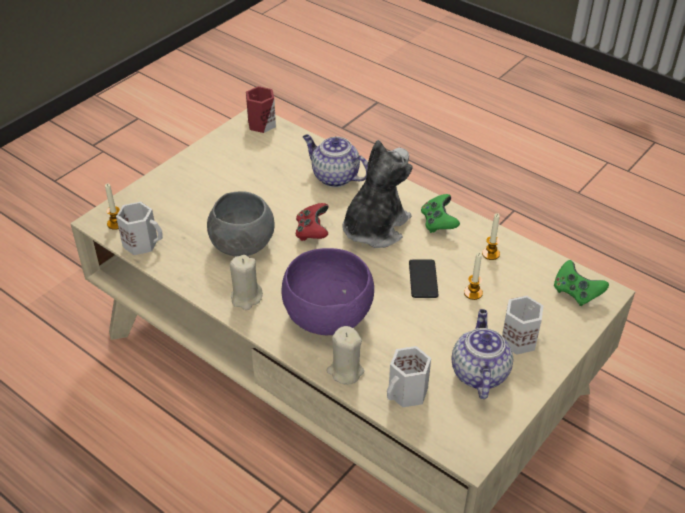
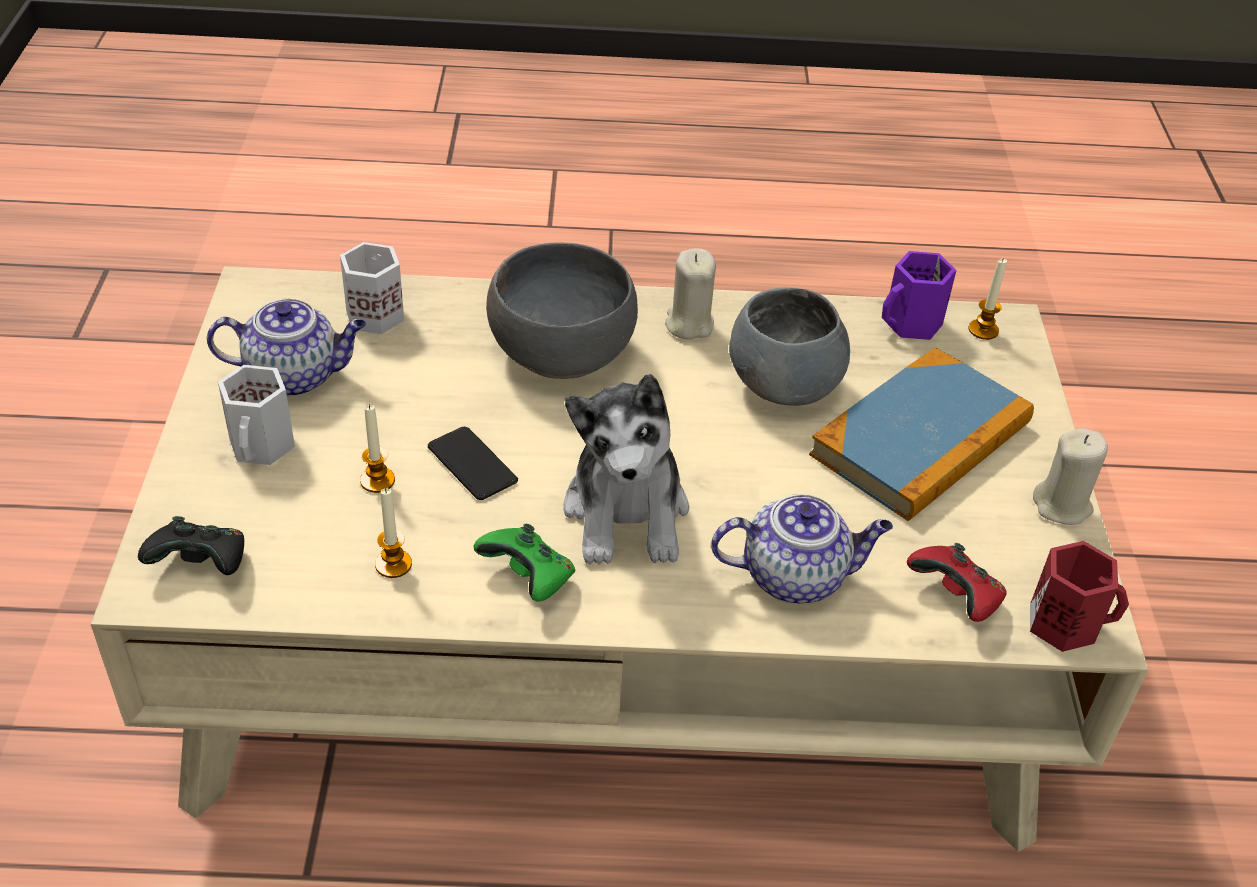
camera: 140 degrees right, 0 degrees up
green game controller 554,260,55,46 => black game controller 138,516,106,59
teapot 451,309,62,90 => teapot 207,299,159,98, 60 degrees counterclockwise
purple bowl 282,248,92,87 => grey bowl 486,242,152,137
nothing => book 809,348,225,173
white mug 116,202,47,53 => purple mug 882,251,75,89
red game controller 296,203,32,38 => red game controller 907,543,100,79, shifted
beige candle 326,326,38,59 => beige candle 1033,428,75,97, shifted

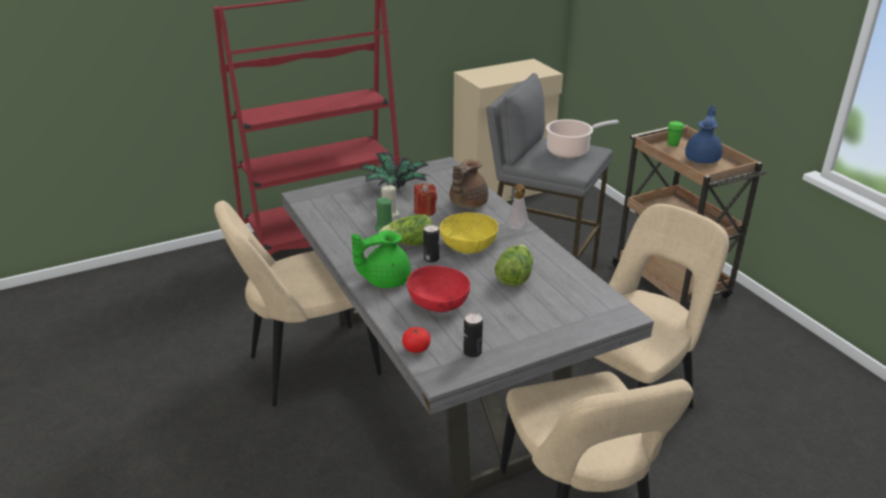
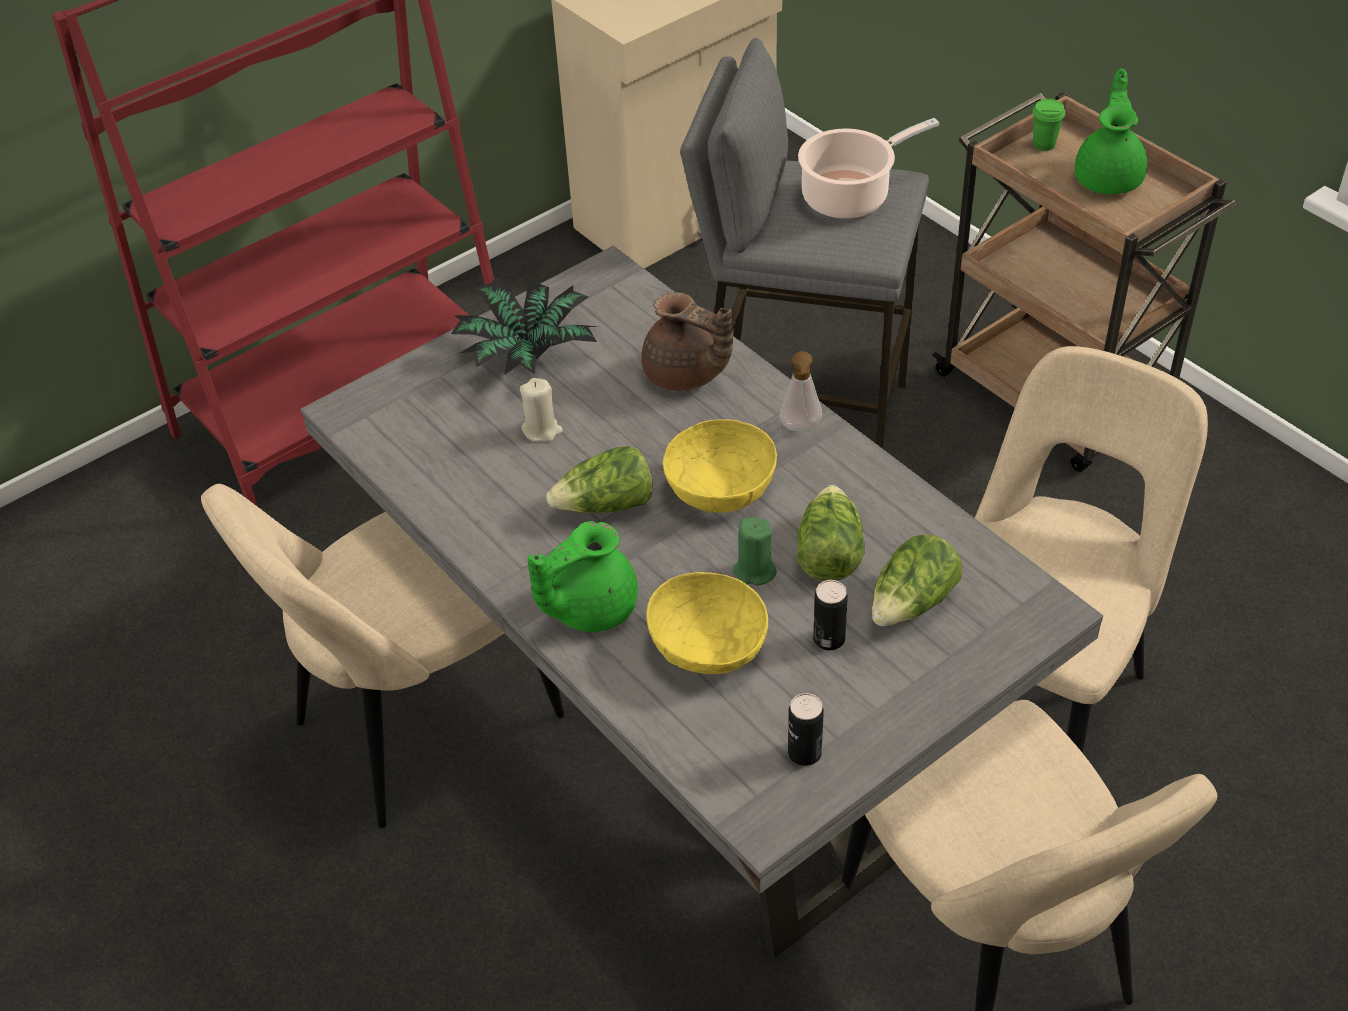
camera: 10 degrees left, 15 degrees up
brown teapot 450,159,38,49 => brown teapot 641,292,92,99, 75 degrees counterclockwise
red bowl 407,266,63,46 => yellow bowl 646,572,122,102
green candle 375,197,17,34 => green candle 733,517,44,68, shifted
can 423,225,16,38 => can 813,580,35,70, shifted
nothing => lettuce 872,534,90,92
blue teapot 685,105,38,58 => green teapot 1075,68,72,126
tomato 402,327,29,26 => nothing
red candle 414,183,23,33 => nothing

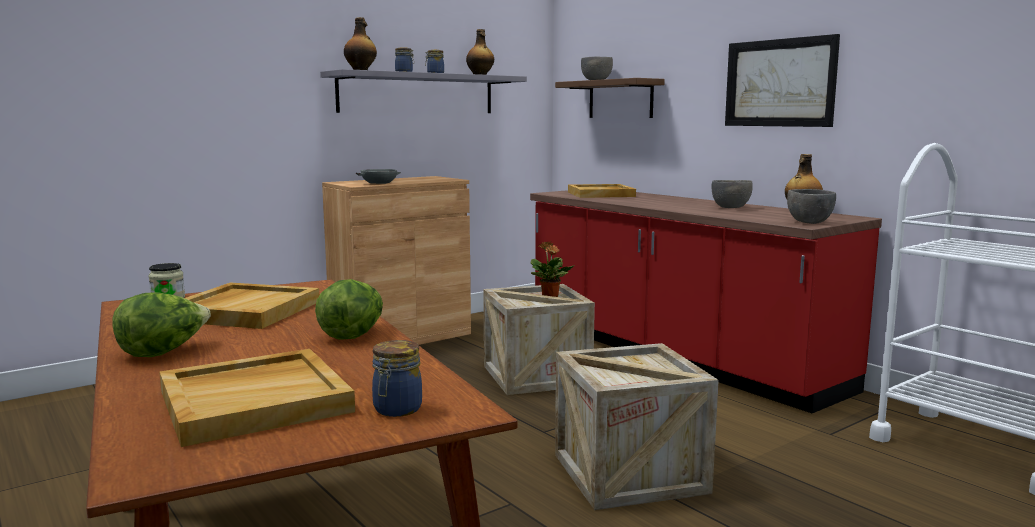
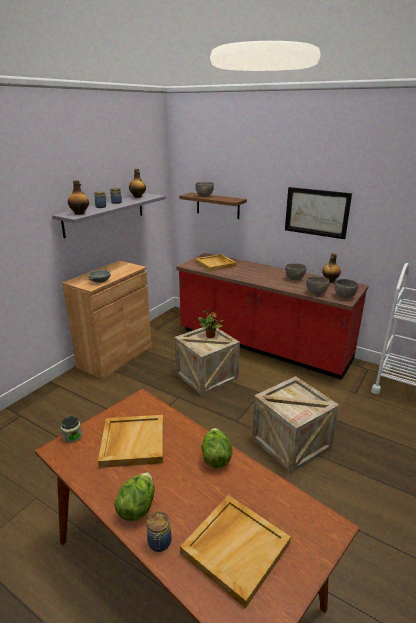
camera: 20 degrees left, 15 degrees up
jar 372,340,50,77 => jar 147,511,24,41, shifted
nothing => grey bowl 307,276,22,19

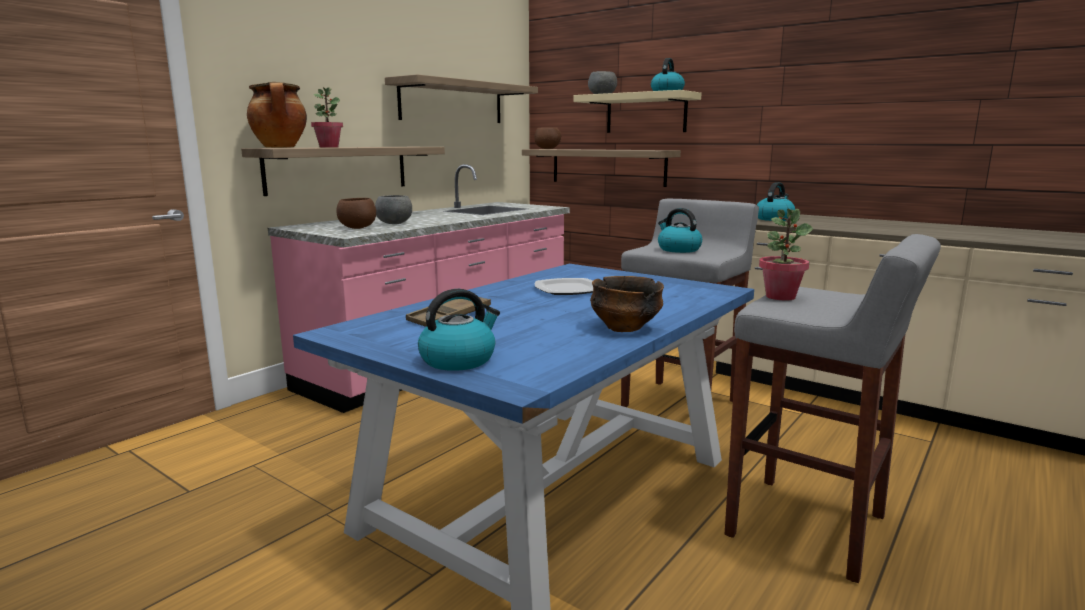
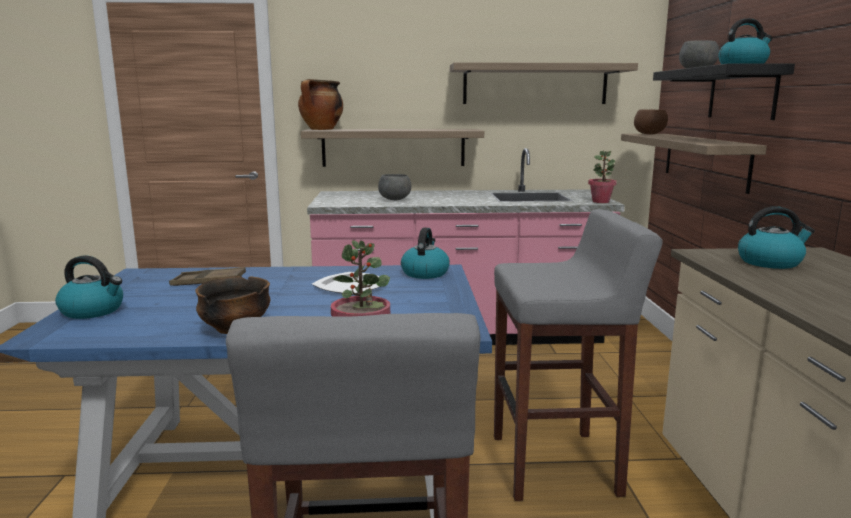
camera: 50 degrees right, 0 degrees up
kettle 658,208,44,45 => kettle 401,228,49,51, shifted
potted plant 311,87,32,60 => potted plant 588,151,29,52, shifted
beige shelf 573,90,128,43 => black shelf 653,63,142,57
brown bowl 336,198,40,31 => nothing

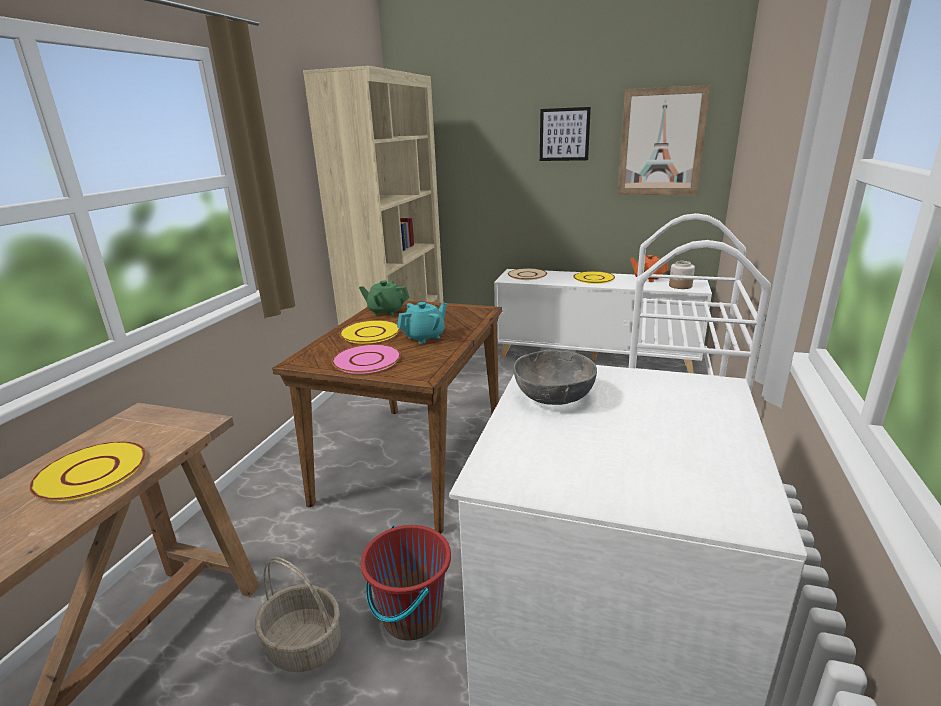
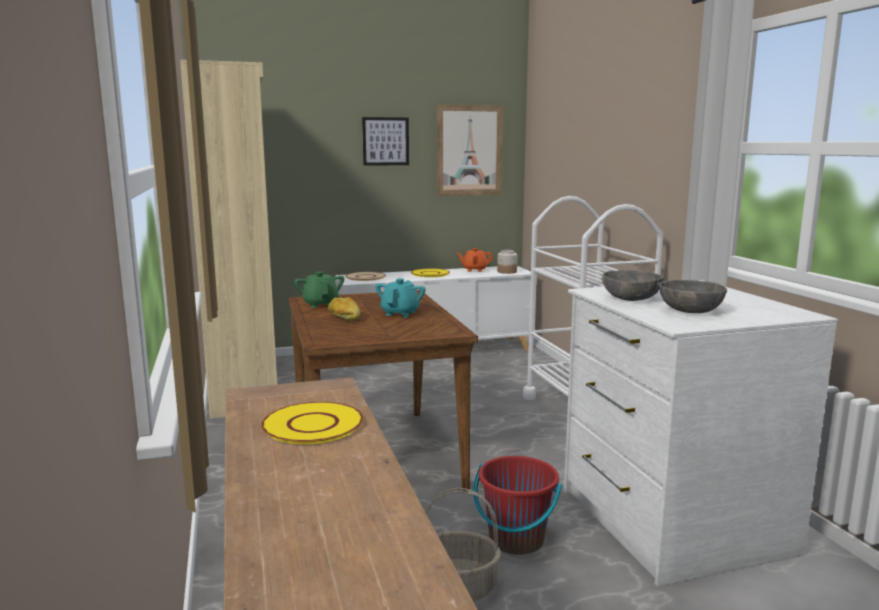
camera: 35 degrees left, 10 degrees down
green teapot 359,280,51,36 => green teapot 294,271,50,37, 90 degrees clockwise
yellow plate 340,320,60,24 => bread 328,297,32,24
nothing => grey bowl 659,280,68,33
pink plate 332,344,69,30 => nothing

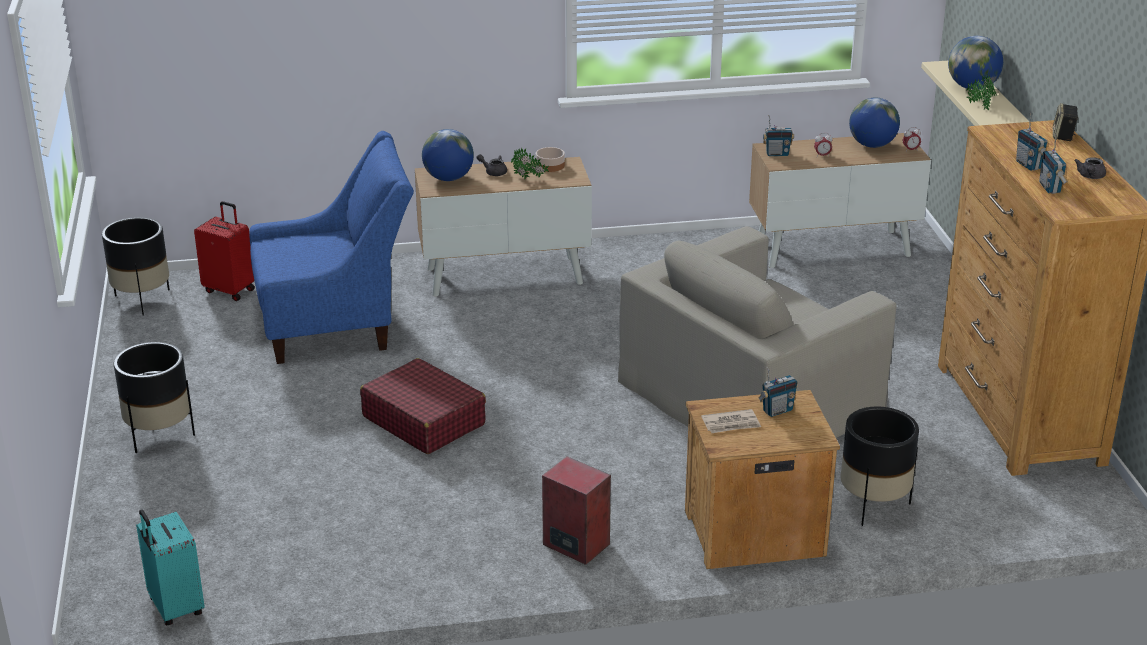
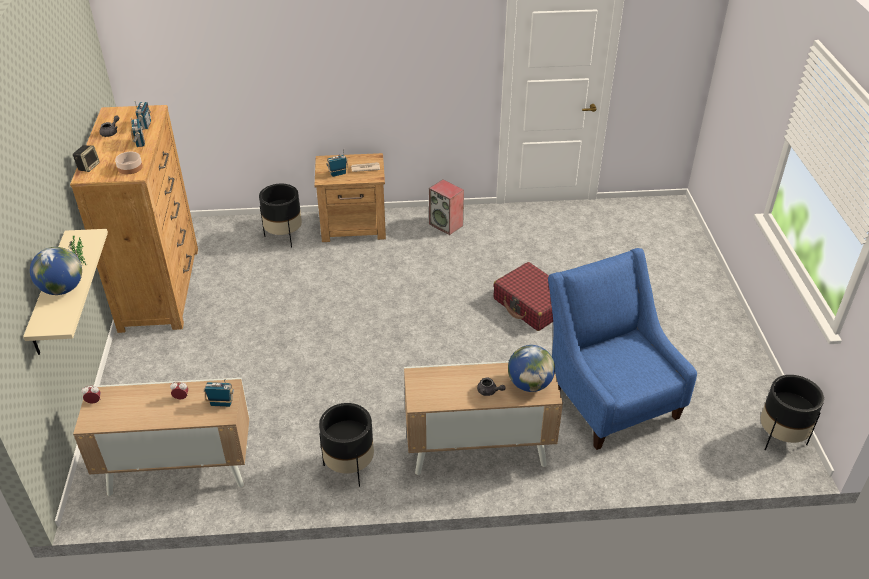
camera: 175 degrees left, 10 degrees up
bowl 536,147,29,25 => bowl 115,152,28,22, shifted
black planter 114,342,81,111 => black planter 319,403,55,84, shifted
blue armchair 250,131,164,233 => blue armchair 548,248,149,202, 75 degrees clockwise
turquoise suitcase 136,509,69,116 => nothing
red suitcase 194,201,61,100 => nothing
potted plant 511,148,38,32 => nothing
beige armchair 618,226,279,212 => nothing
globe 849,97,51,51 => nothing

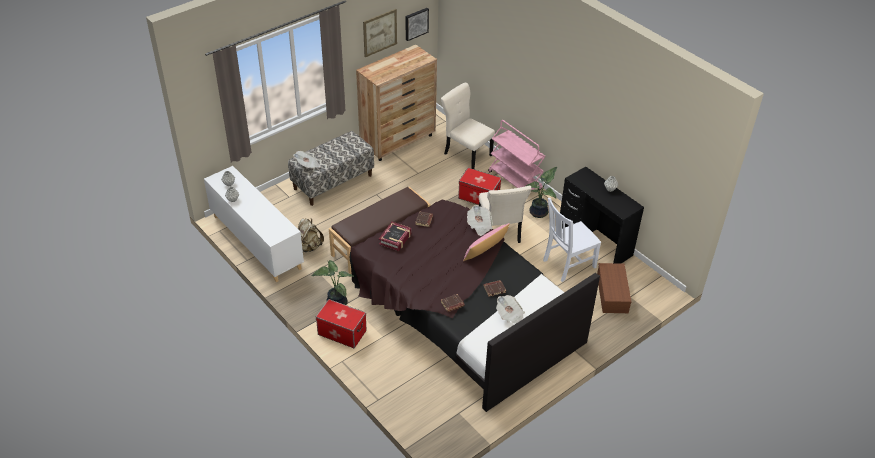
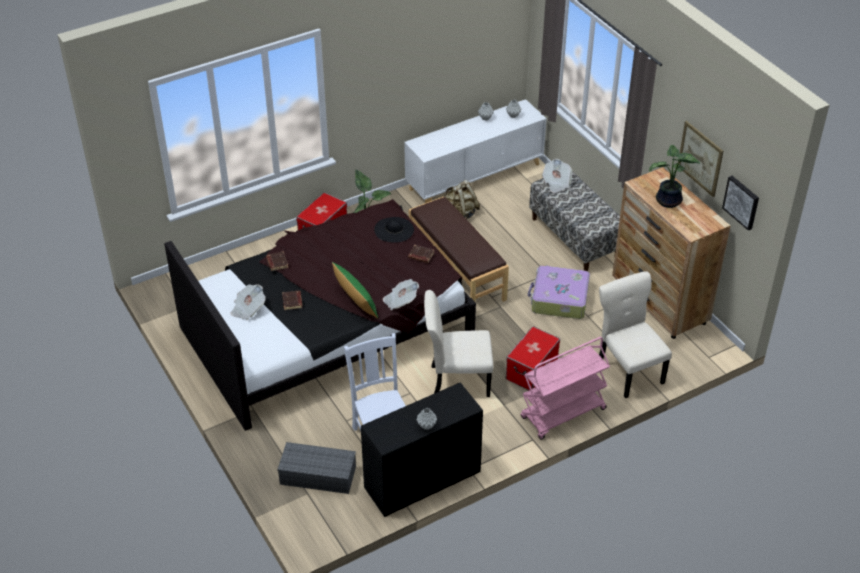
camera: 100 degrees right, 0 degrees up
brown storage box 597,263,35,50 => grey storage box 277,442,79,52
pink pillow 463,223,47,38 => green pillow 332,262,46,56
book 379,222,33,29 => black hat 374,217,40,26
nothing => suitcase 528,265,62,54
beige chair 441,83,54,86 => beige chair 599,271,73,127, 75 degrees counterclockwise
potted plant 526,167,31,51 => potted plant 649,145,51,63, shifted

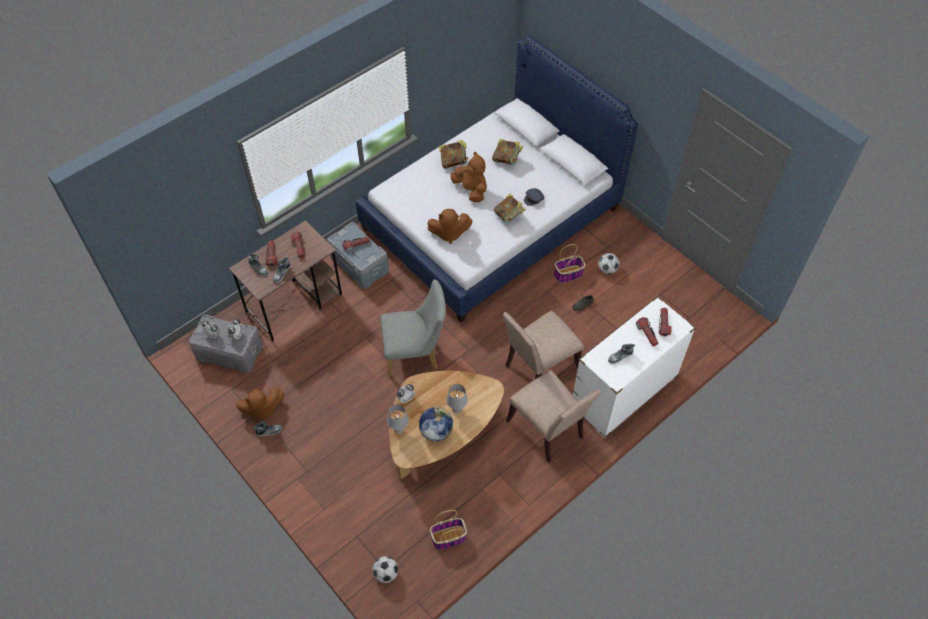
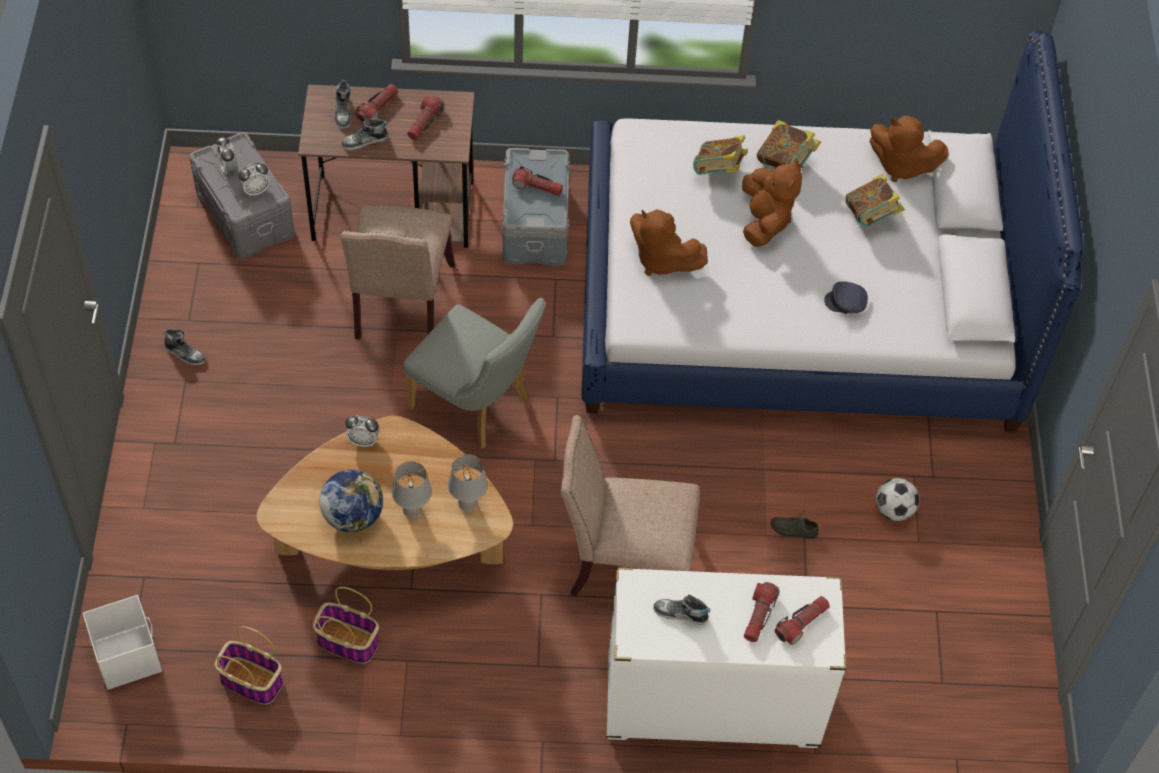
camera: 40 degrees right, 0 degrees up
football 373,556,25,27 => white storage box 83,595,79,95
basket 554,244,32,39 => basket 313,587,66,77, shifted
beige chair 506,370,95,92 => beige chair 340,205,115,135, shifted
grey table lamp 387,404,22,30 => grey table lamp 448,454,40,57, shifted
book 494,194,32,29 => book 693,136,55,39, shifted
brown plush toy 236,387,48,35 => brown plush toy 870,116,79,66, shifted

